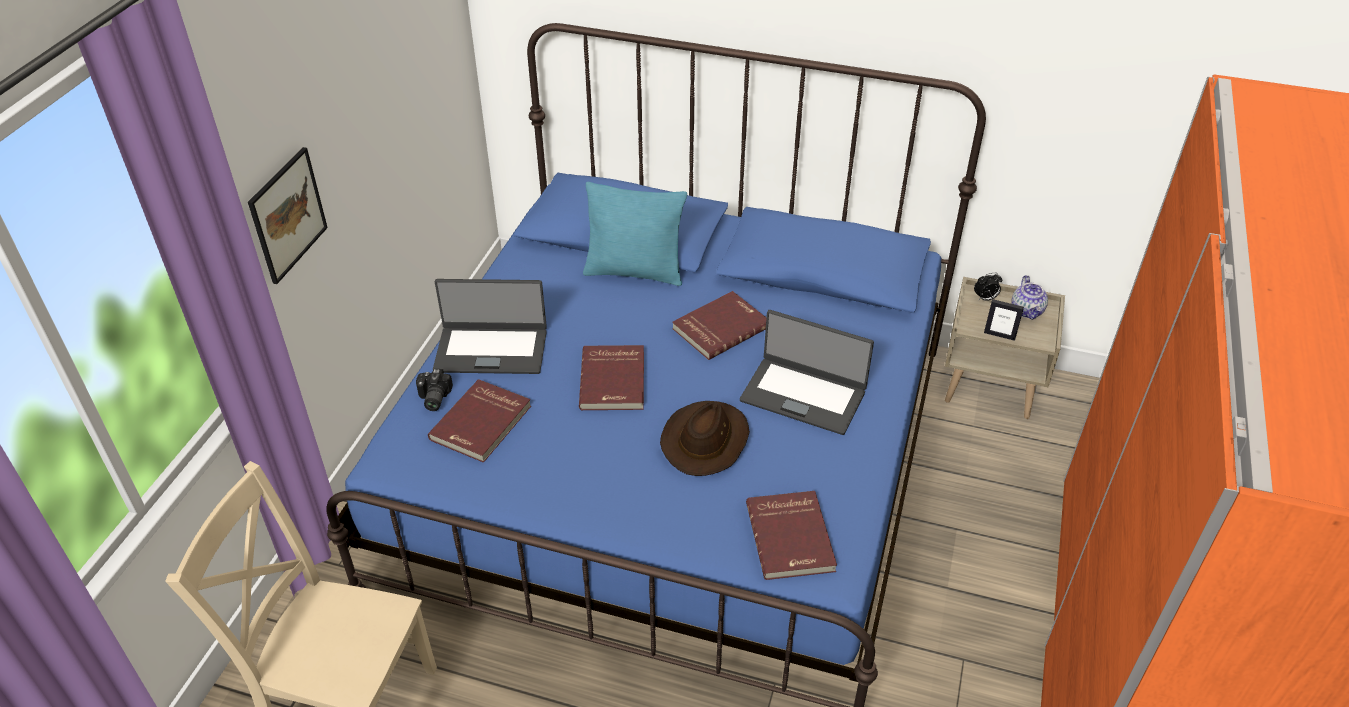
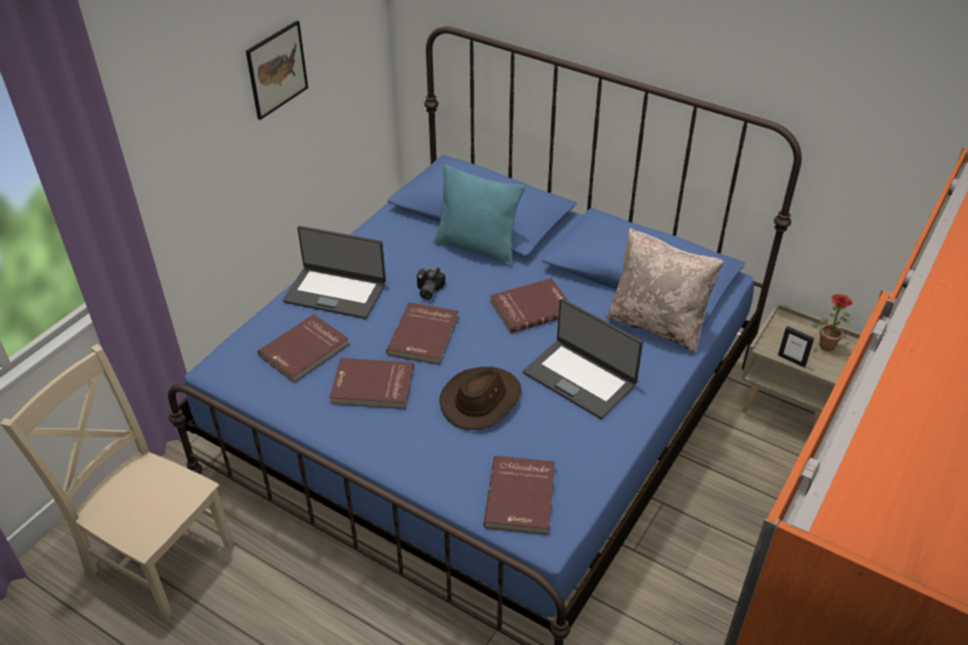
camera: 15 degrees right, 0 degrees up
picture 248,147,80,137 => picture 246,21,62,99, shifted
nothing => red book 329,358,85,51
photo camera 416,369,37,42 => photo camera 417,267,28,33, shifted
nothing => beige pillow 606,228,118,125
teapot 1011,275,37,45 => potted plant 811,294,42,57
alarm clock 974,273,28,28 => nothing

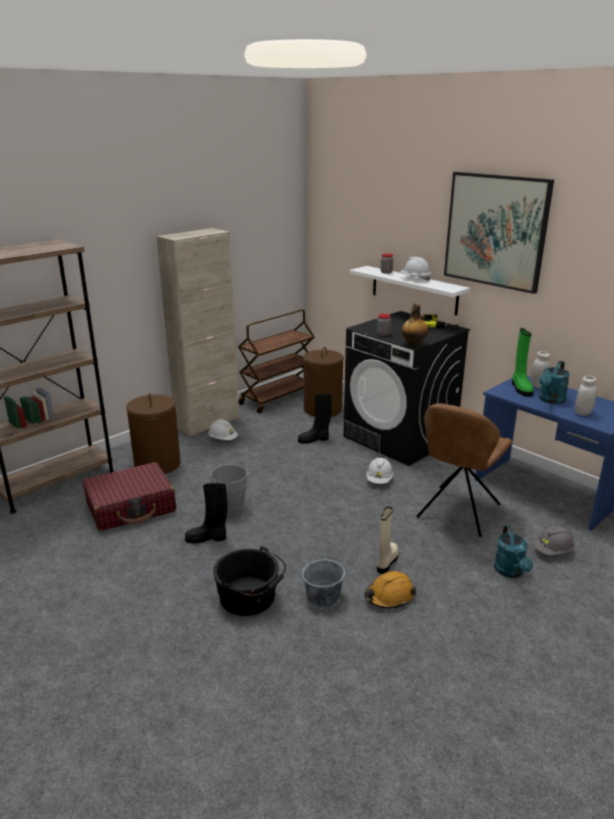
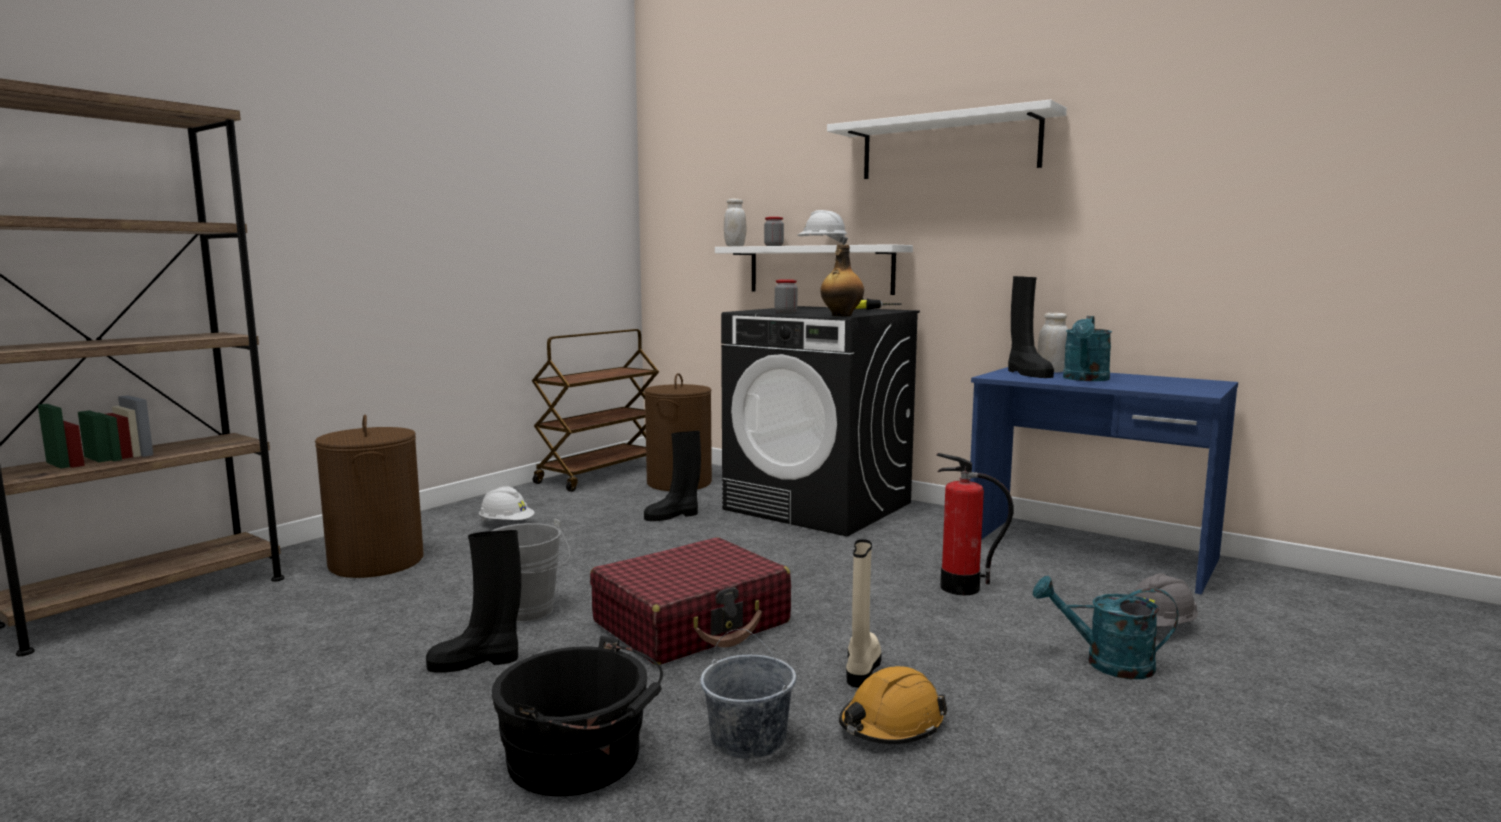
camera: 10 degrees left, 15 degrees down
red suitcase 82,462,94,69 => red suitcase 590,538,201,127, shifted
white jar 575,376,22,40 => white jar 724,199,23,48, shifted
picture 444,172,110,122 => white shelf 827,100,240,79
brown chair 417,403,95,134 => fire extinguisher 936,453,77,142
green boot 512,328,22,69 => black boot 1008,276,46,102
turquoise watering can 494,525,39,53 => turquoise watering can 1033,576,145,103, 120 degrees clockwise
beige cabinet 157,228,82,209 => nothing
white hard hat 367,457,26,27 => nothing

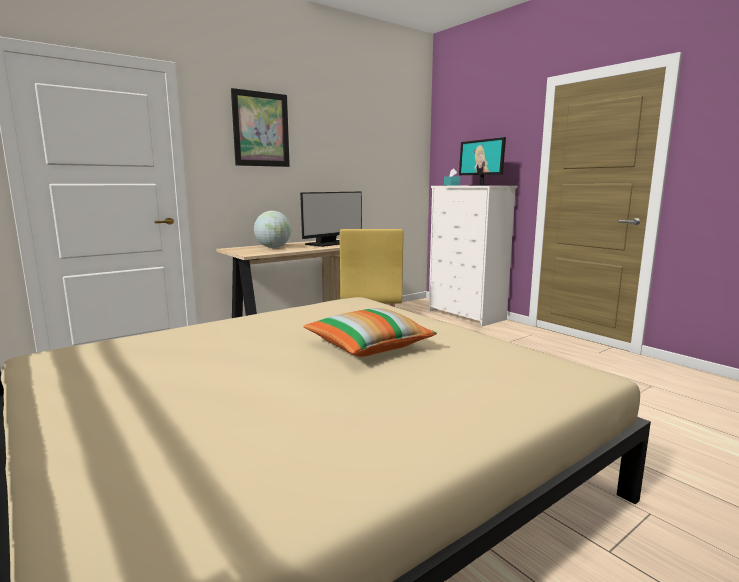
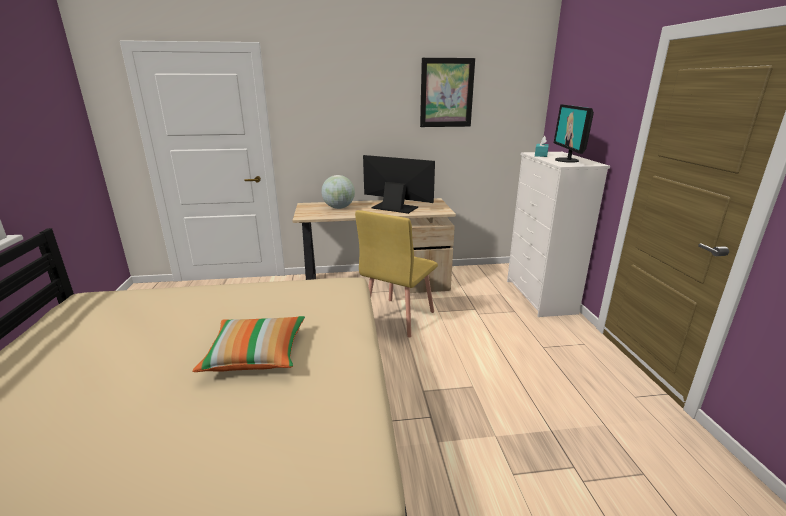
camera: 30 degrees right, 10 degrees up
monitor 300,192,62,55 => monitor 363,155,72,59, 135 degrees counterclockwise
picture 231,88,59,79 => picture 420,58,55,69, shifted

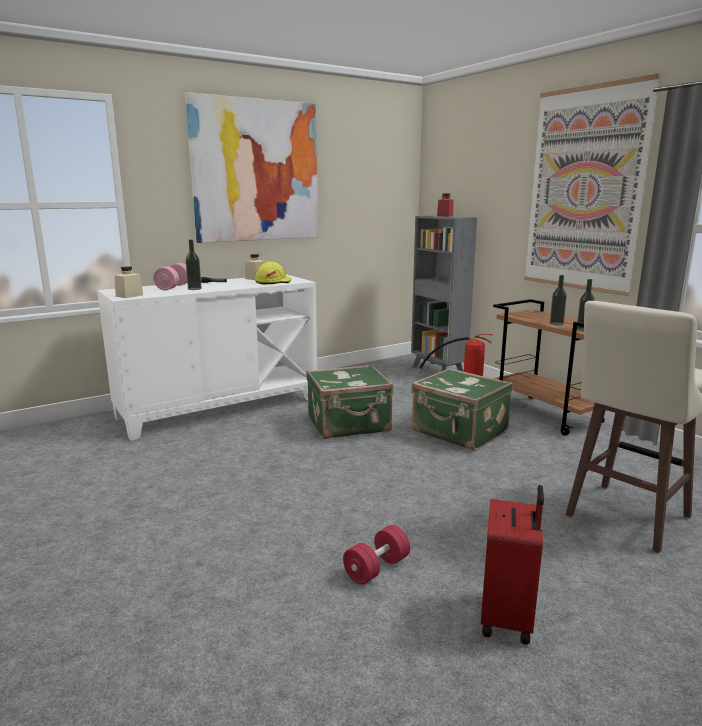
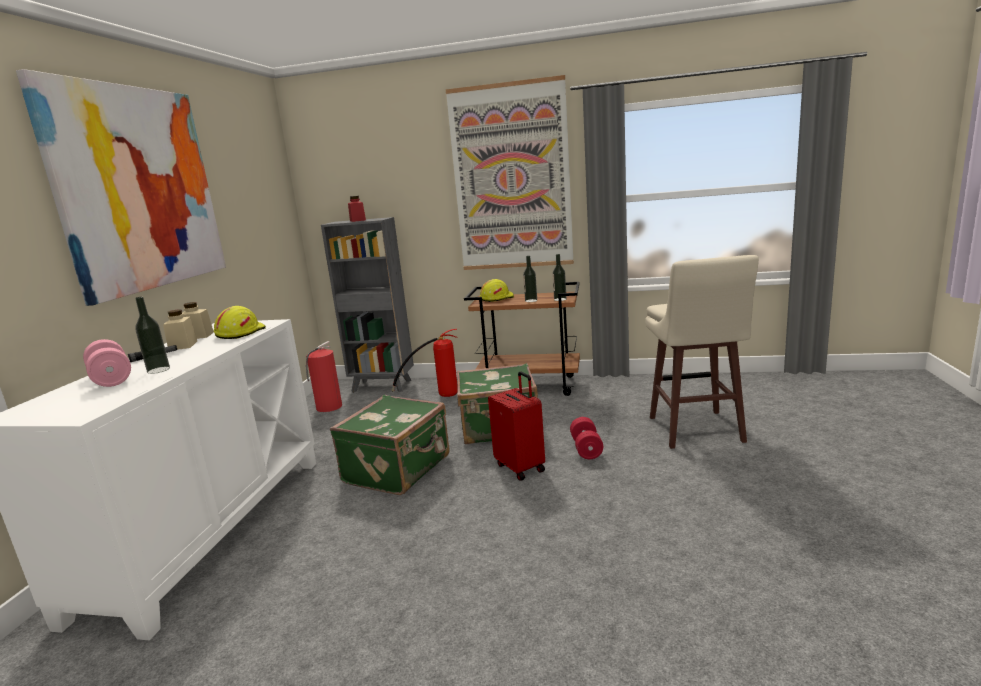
camera: 45 degrees left, 0 degrees up
beige jar 114,266,29,32 => beige jar 163,309,34,41, shifted
nothing => fire extinguisher 306,341,36,71
nothing => yellow hard hat 480,279,34,23
red suitcase 481,485,63,160 => red suitcase 488,372,57,109, shifted
red dumbbell 343,525,67,60 => red dumbbell 570,417,33,42, shifted

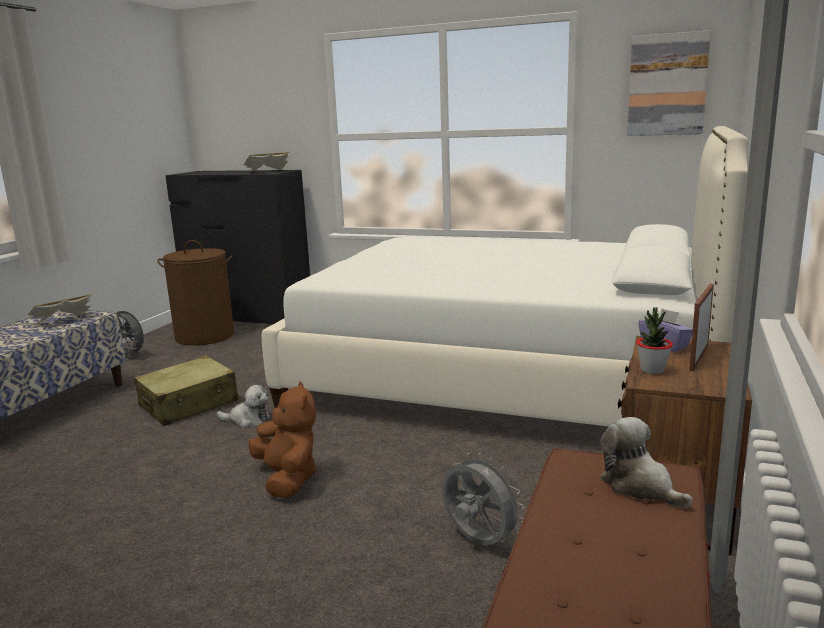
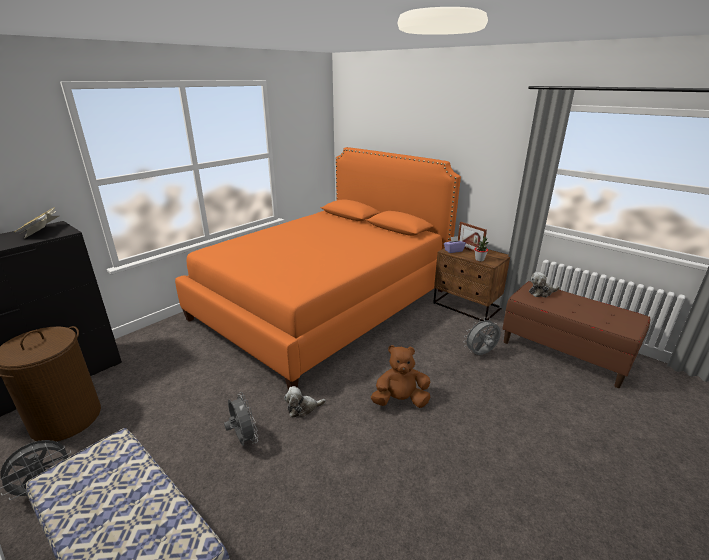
camera: 70 degrees left, 10 degrees up
white bed 262,126,487,301 => orange bed 175,147,286,243
beige suitcase 134,356,105,70 => grey fan 224,392,34,54
plush toy 217,385,52,43 => plush toy 284,386,42,32, 135 degrees counterclockwise
book 28,294,64,30 => nothing
picture 627,30,84,106 => nothing

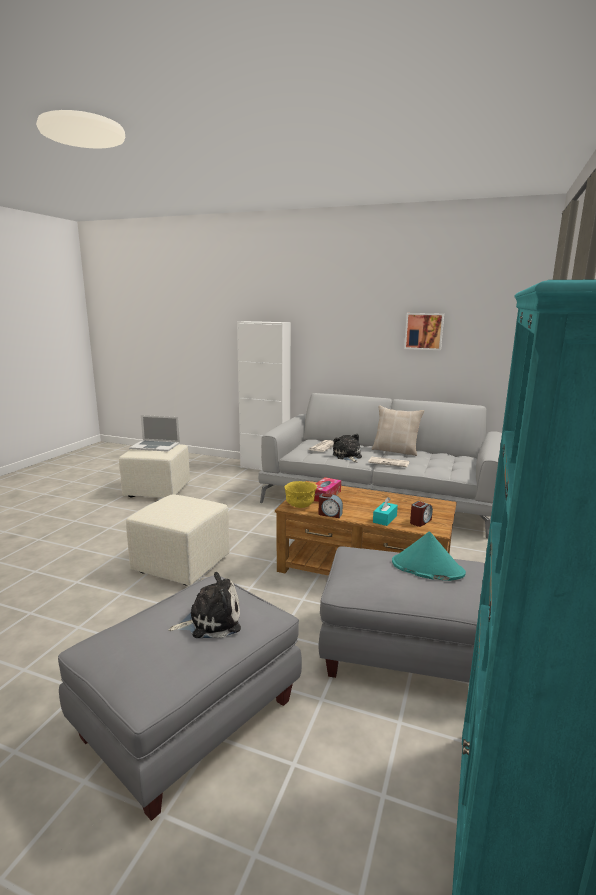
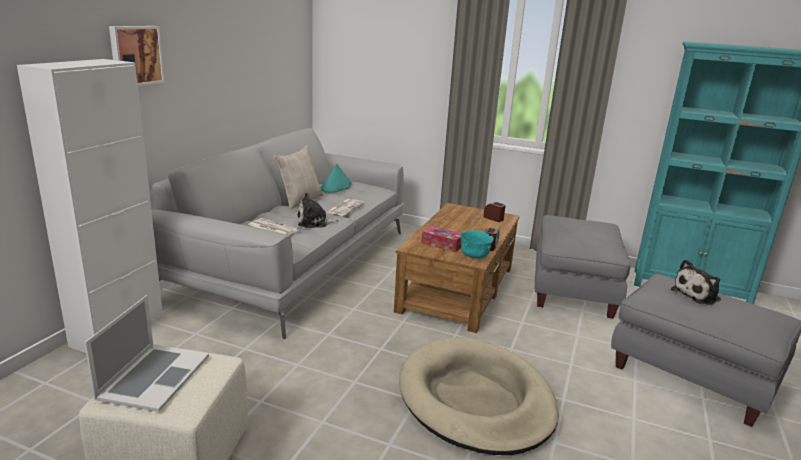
camera: 90 degrees left, 5 degrees up
picture 404,313,40,37 => picture 109,26,56,60, shifted
turquoise hat 392,532,74,49 => turquoise hat 320,164,32,29, shifted
beige ottoman 126,494,104,92 => beige dog bed 399,337,160,118
yellow bowl 284,481,33,27 => turquoise bowl 460,230,34,29
plush toy 168,572,73,66 => plush toy 671,259,50,46, 105 degrees counterclockwise
turquoise tissue box 373,497,25,29 => nothing

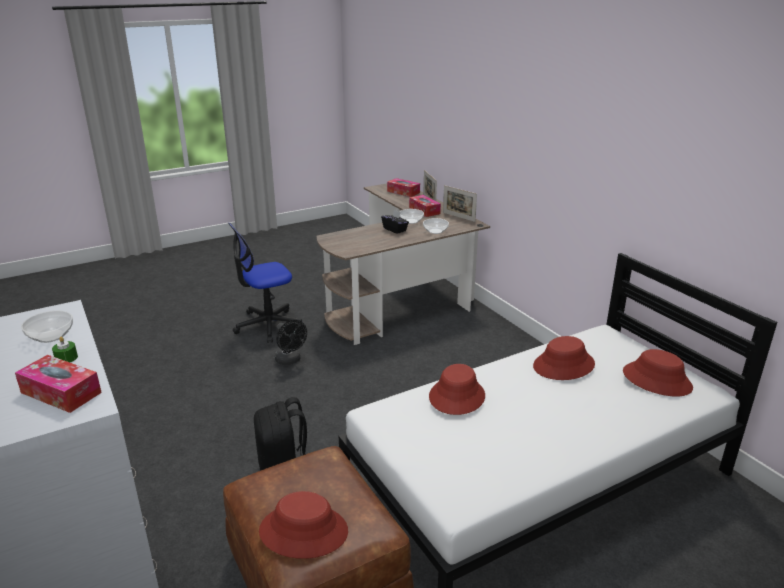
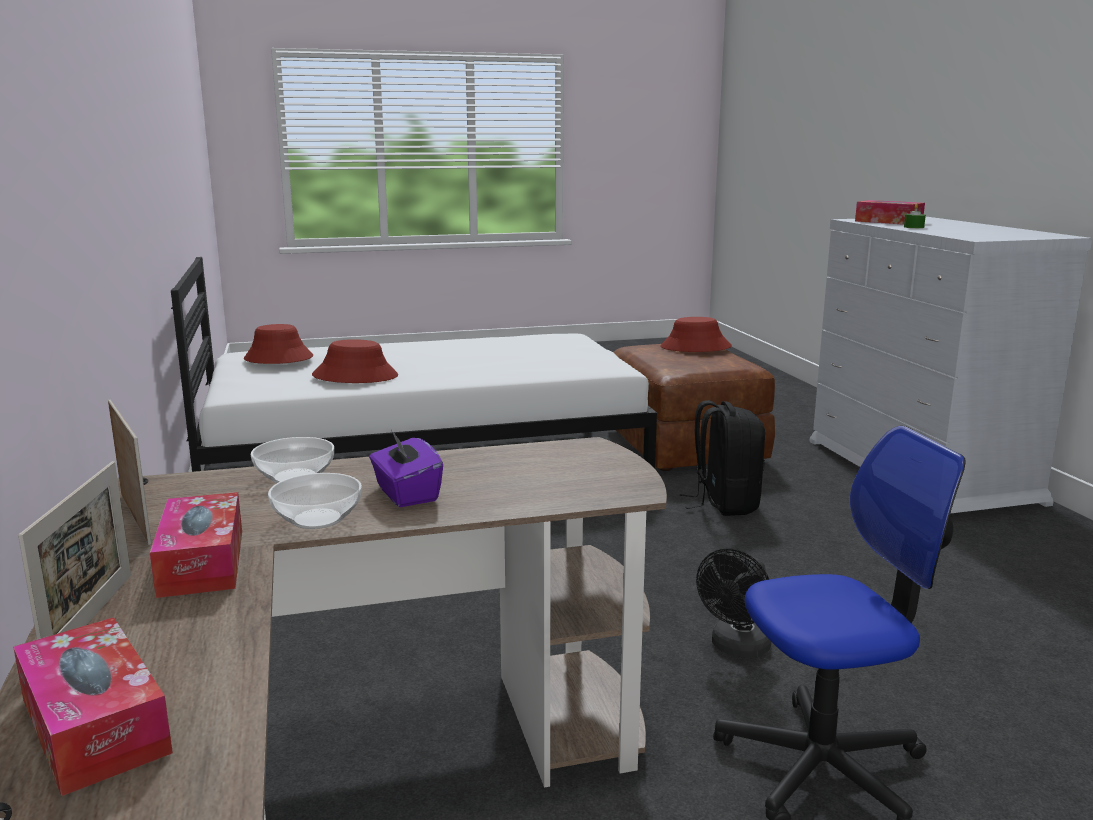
camera: 165 degrees left, 10 degrees down
black tissue box 381,210,28,24 => purple tissue box 369,430,74,77
black fan 275,320,32,45 => black fan 696,548,76,110, 120 degrees counterclockwise
bowl 21,311,52,32 => nothing
red hat 429,364,56,51 => nothing

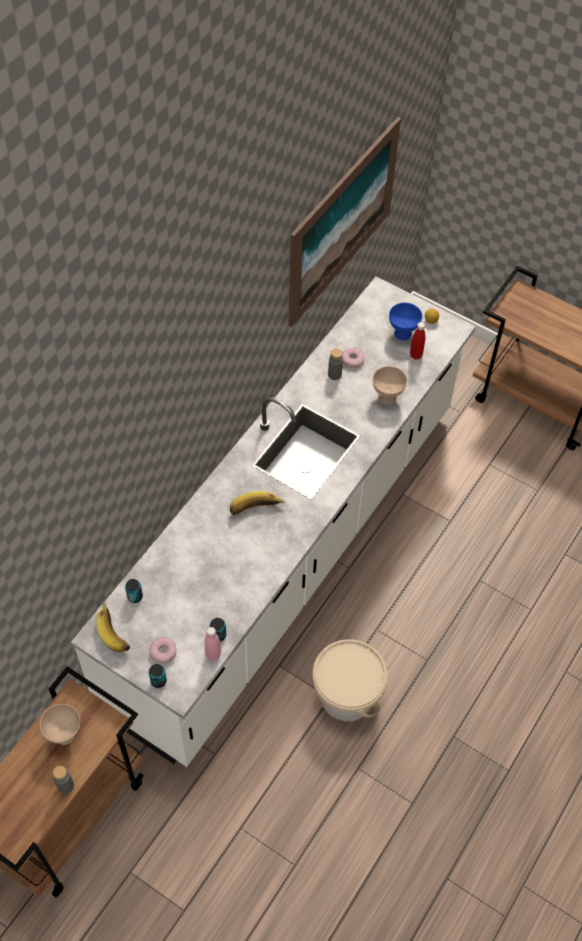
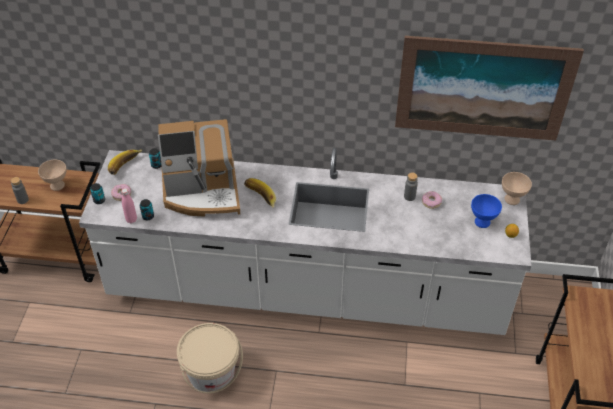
camera: 65 degrees right, 10 degrees down
nothing => coffee machine 158,119,82,97
beige bowl 372,366,35,39 => beige bowl 502,172,30,33, shifted
red bottle 410,322,15,38 => nothing

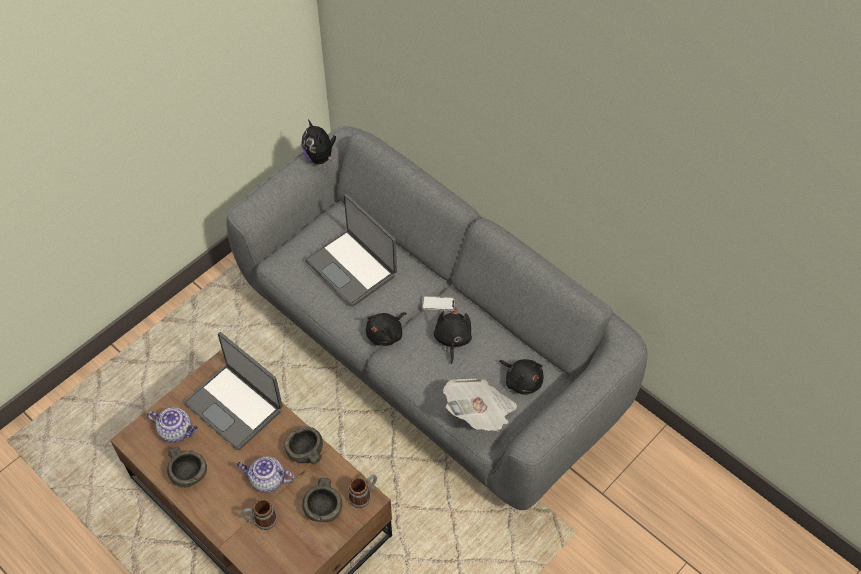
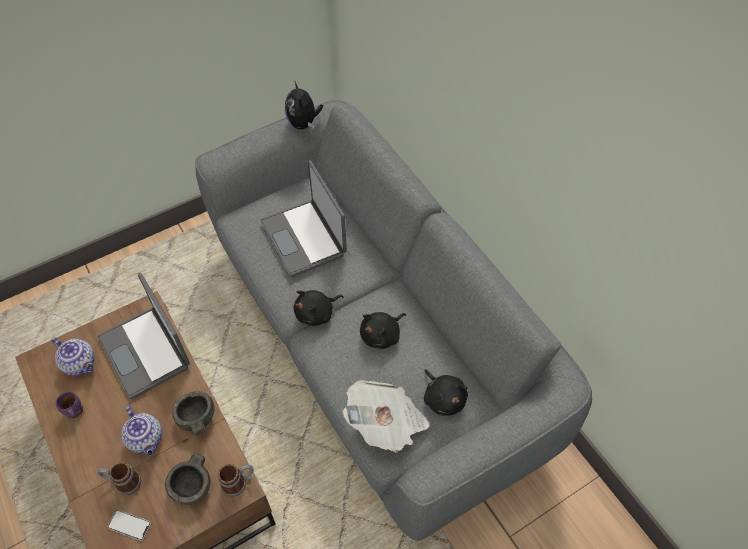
camera: 15 degrees right, 0 degrees up
grey bowl 167,447,40,40 => purple mug 56,392,27,26
phone 422,296,33,15 => phone 107,510,44,31, shifted
teapot 236,456,59,37 => teapot 121,406,41,50, 150 degrees counterclockwise
black plush toy 434,307,38,57 => black plush toy 360,312,46,37, 150 degrees counterclockwise

